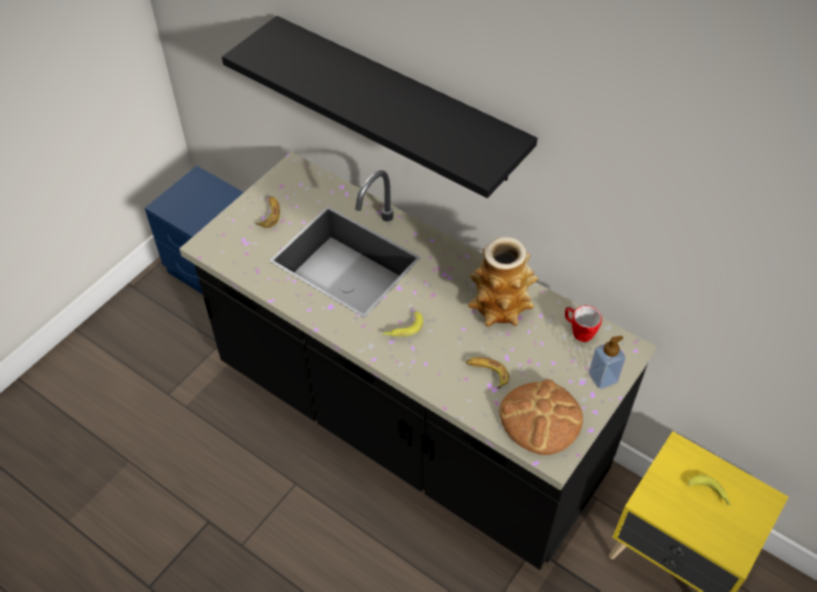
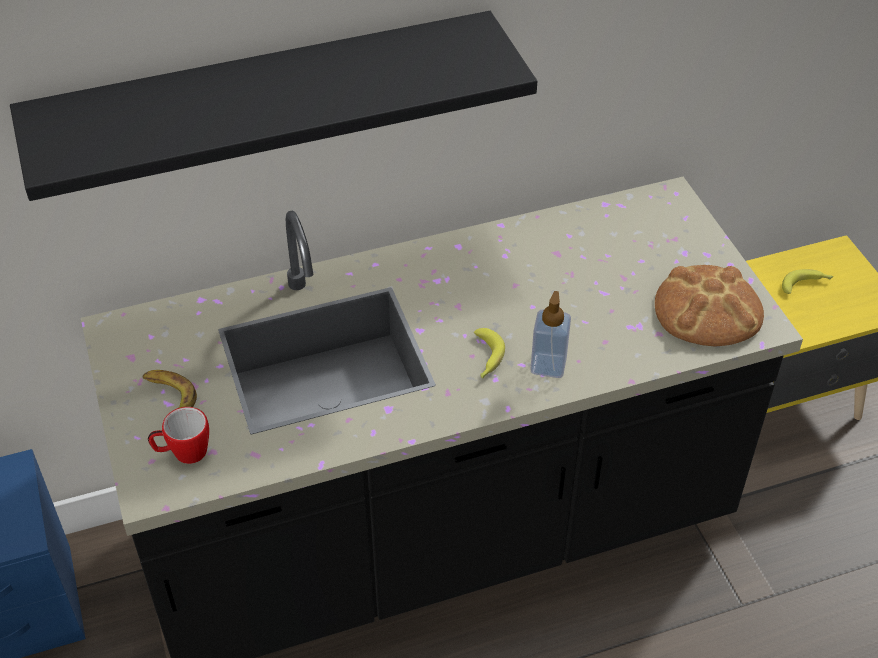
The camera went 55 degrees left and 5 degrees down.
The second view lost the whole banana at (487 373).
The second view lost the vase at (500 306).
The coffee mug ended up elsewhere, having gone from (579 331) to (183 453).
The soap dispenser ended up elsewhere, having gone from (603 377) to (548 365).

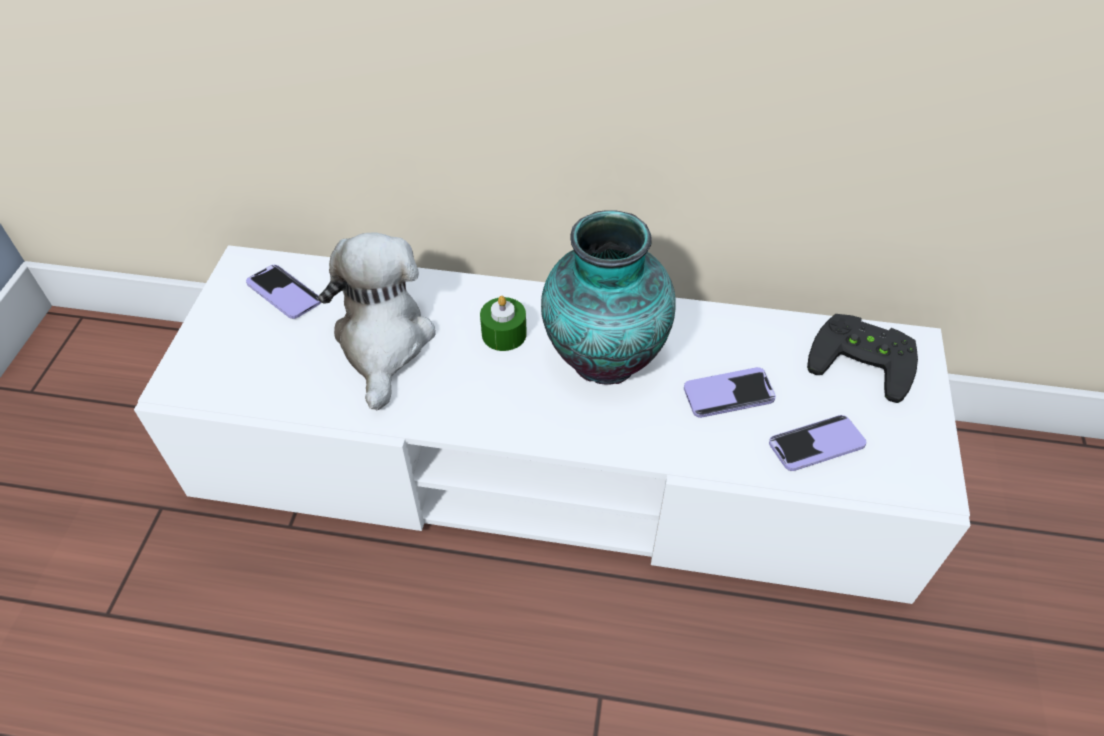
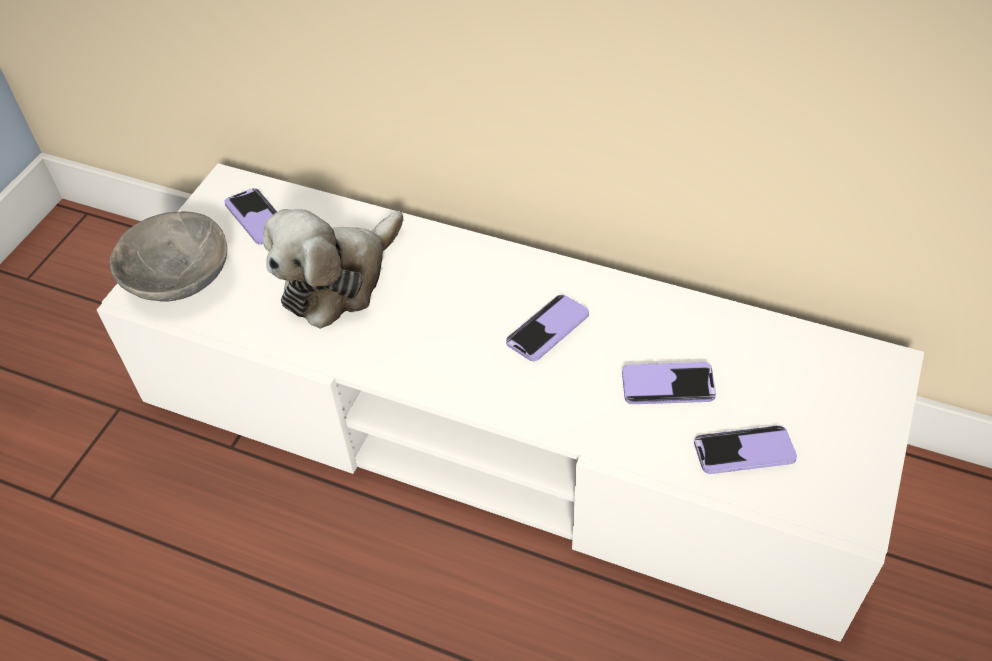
The camera went 15 degrees right and 0 degrees up.
The cuddly toy at (383 342) ended up facing another way, 150 degrees counterclockwise from before.
The second view lost the wax light (greenish) at (504 334).
Where the vase stood at (601 359), the handset came to stand at (547 329).
The second view lost the joypad (black) at (863 357).
The second view gained the bowl (grey) at (178 280).

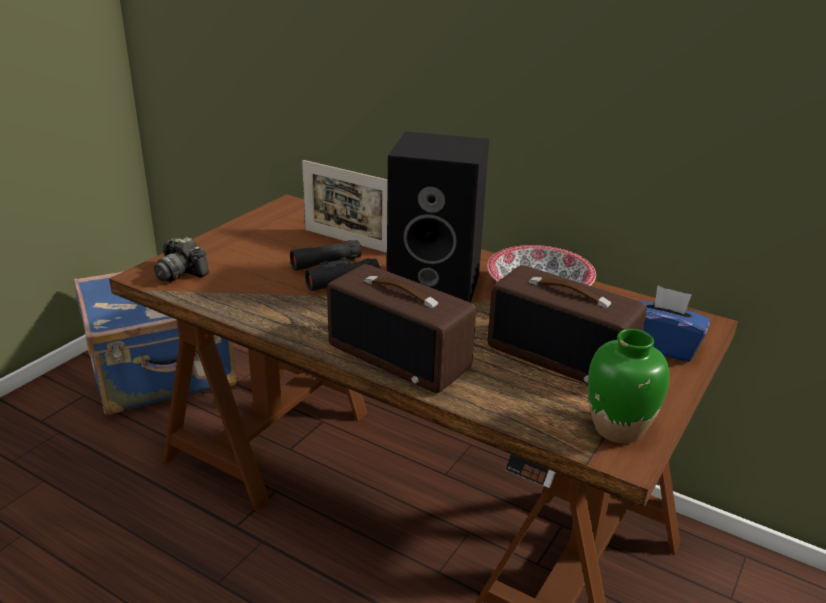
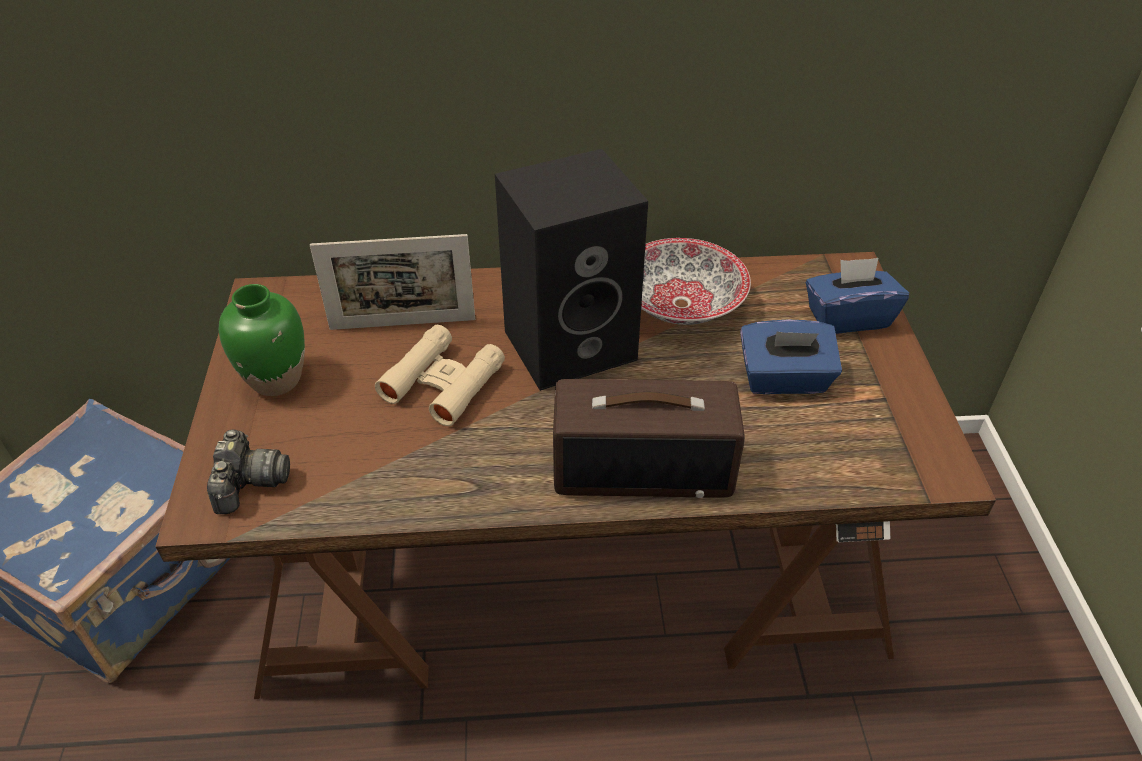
The camera went 35 degrees left and 15 degrees up.
The photo camera at (181 273) ended up facing another way, 90 degrees counterclockwise from before.
What was the pair of binoculars (black) at (334 273) turned into the pair of binoculars (beige-coloured) at (443 383).
Where the radio receiver stood at (561 356), the tissue box (blue) came to stand at (784 380).
The vase (greenish) ended up elsewhere, having gone from (618 429) to (276 379).

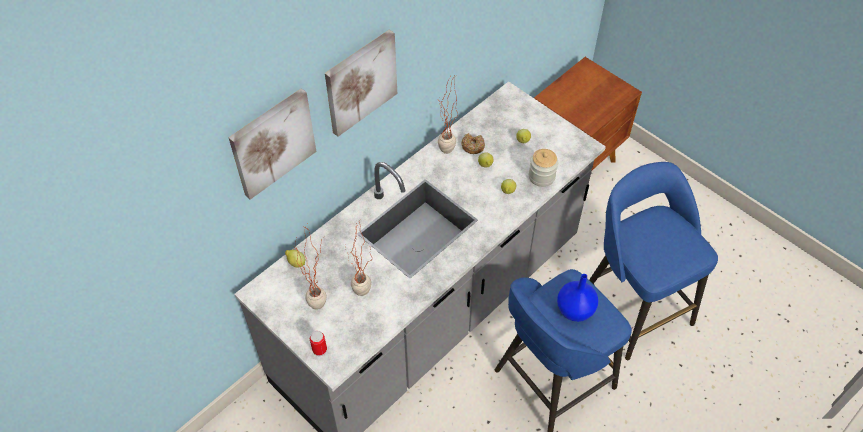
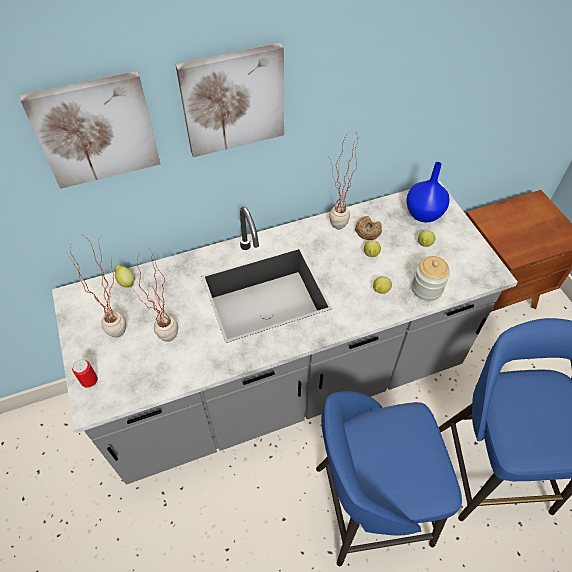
The camera went 25 degrees right and 0 degrees up.
The vase (blue) ended up elsewhere, having gone from (575 310) to (424 213).

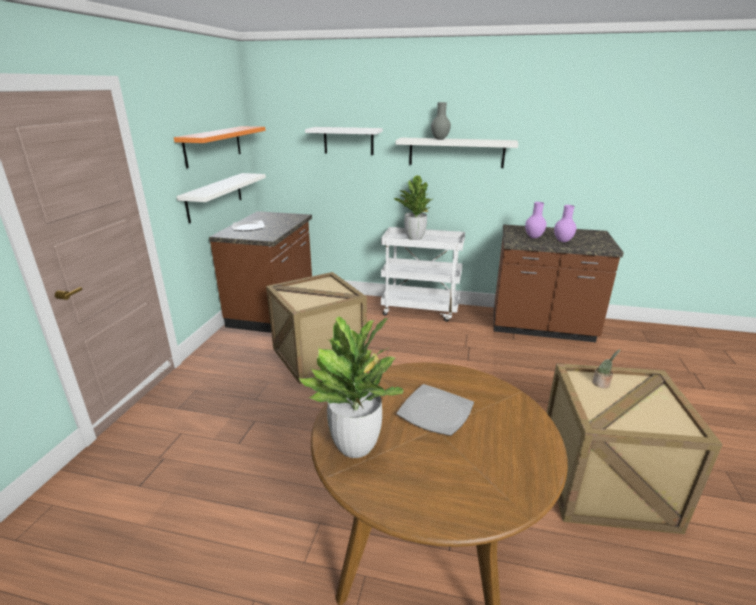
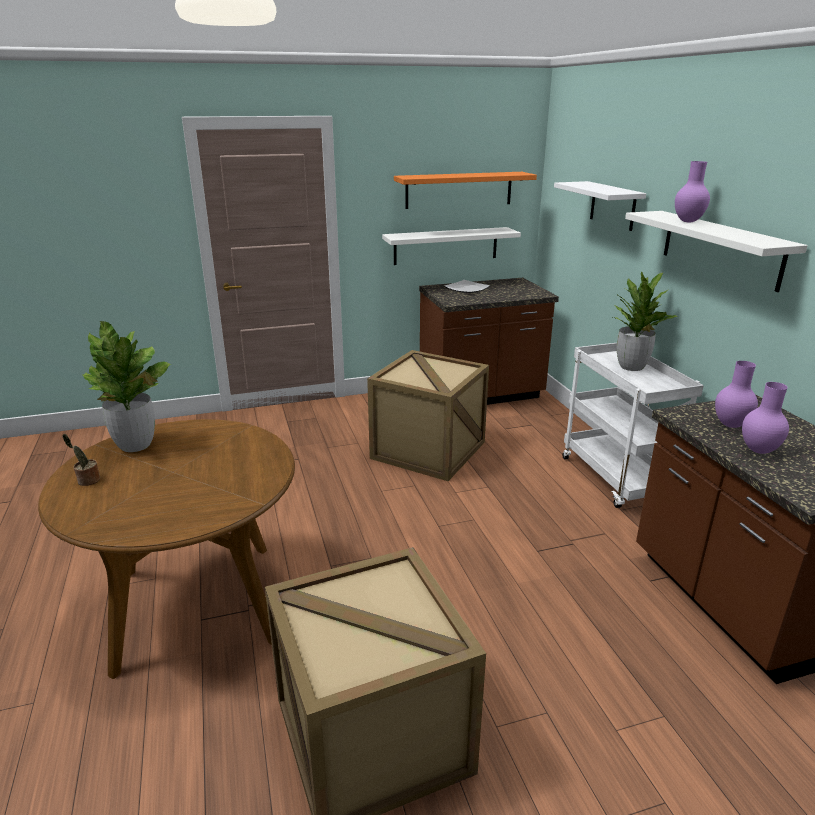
The camera went 60 degrees right and 0 degrees up.
The second view lost the flat dish at (435 411).
What was the vase (grey) at (440 139) turned into the vase (purple) at (688 221).
The houseplant ended up elsewhere, having gone from (602 384) to (87 481).

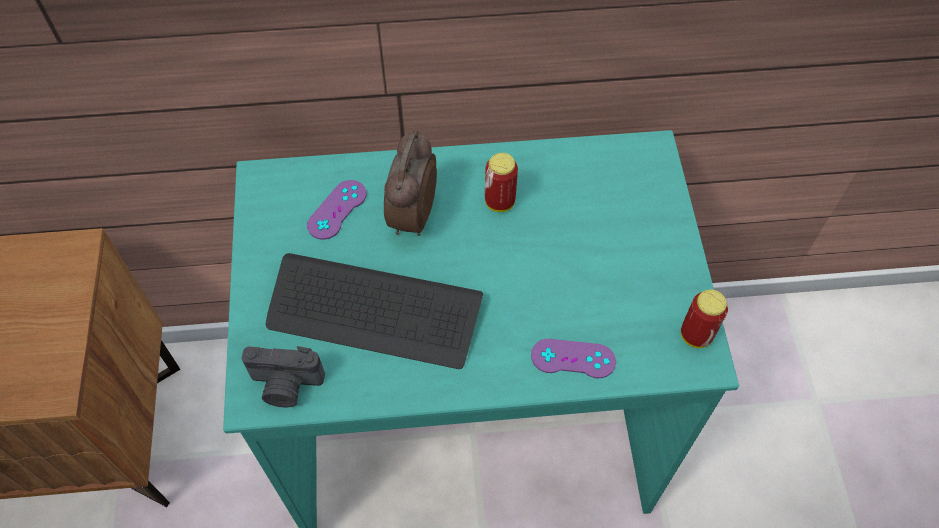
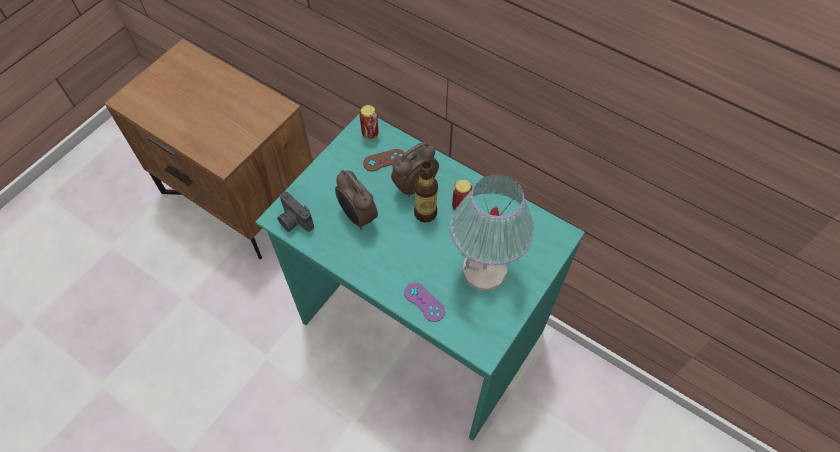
The camera went 40 degrees right and 0 degrees up.
Where the keyboard stood at (374 312), the table clock came to stand at (357 217).
What was the joypad (purple) at (337 210) turned into the joypad (brownish) at (384 160).
The sealed can ended up elsewhere, having gone from (696 335) to (370 134).
The second view gained the beverage bottle at (425 213).
The second view gained the lamp for a table at (484 271).

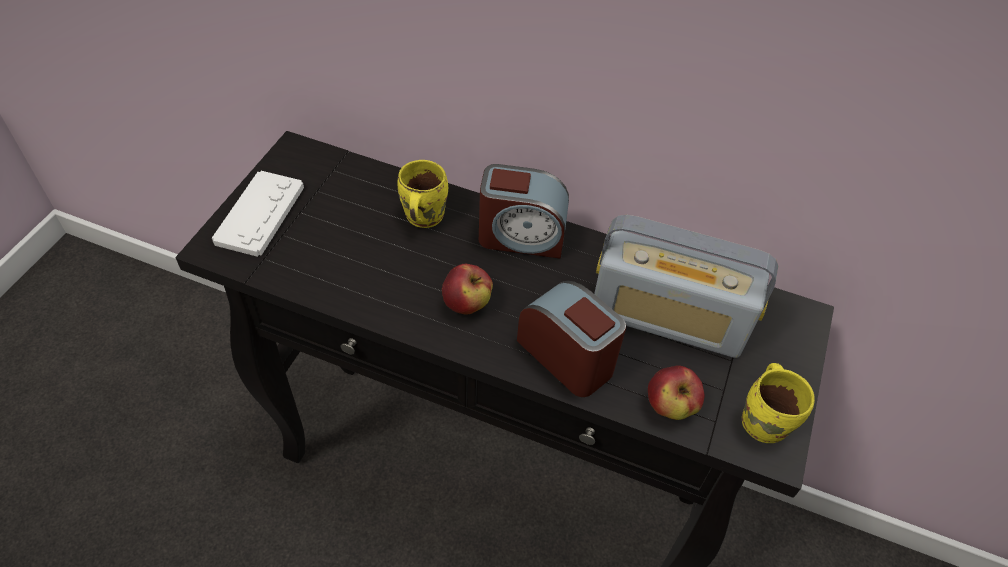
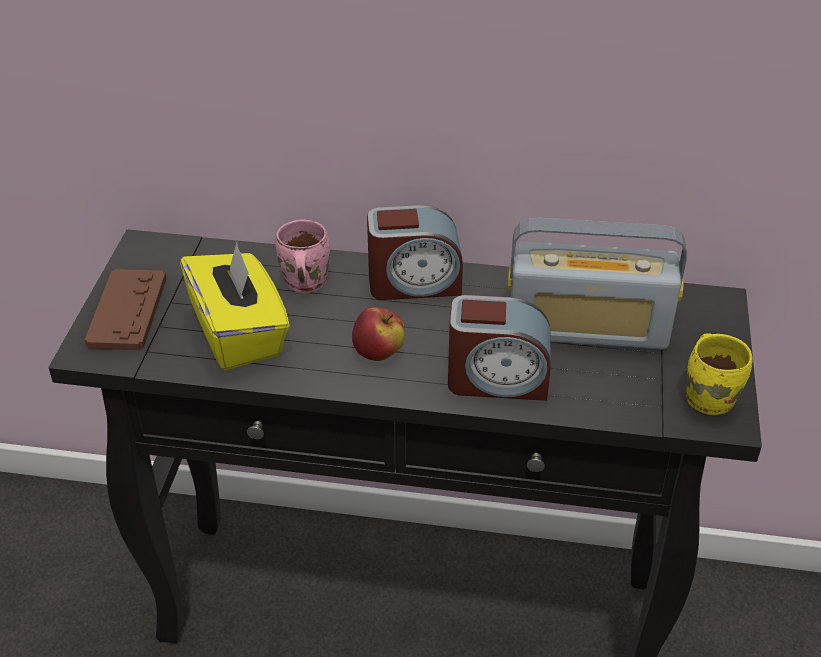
The camera went 10 degrees left and 10 degrees down.
What was the joypad (whitish) at (260 214) turned into the joypad (brownish) at (127 311).
What was the coffee mug (yellow) at (421 217) turned into the coffee mug (pink-coloured) at (303 284).
The table clock at (567 356) ended up facing another way, 150 degrees clockwise from before.
The second view lost the apple at (670 406).
The second view gained the tissue box (yellow) at (239 334).

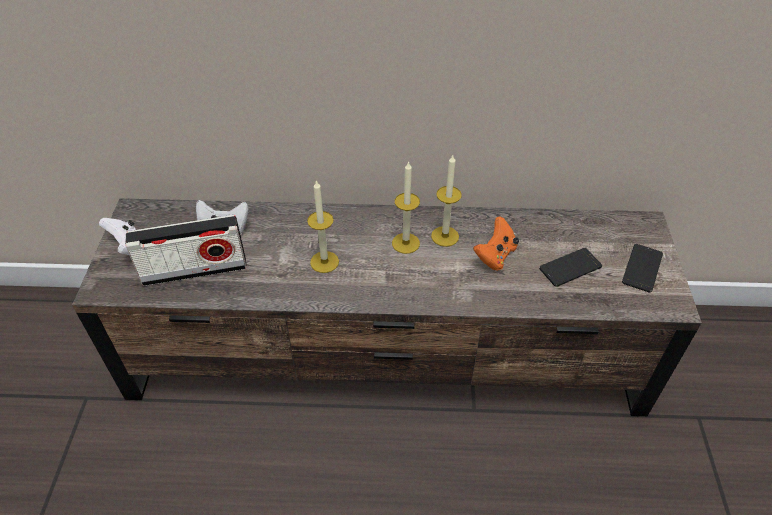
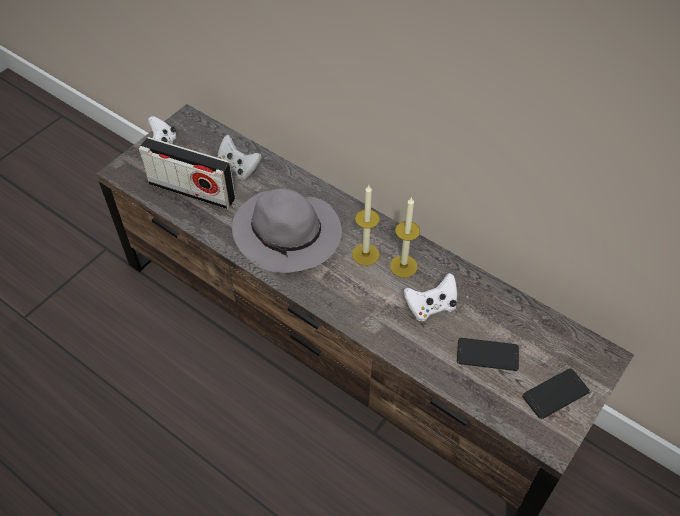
The camera went 35 degrees right and 5 degrees up.
Where the wax light stood at (324 262), the wearable hat (grey) came to stand at (288 235).
What was the joypad (orange) at (495 255) turned into the joypad (whitish) at (431 307).

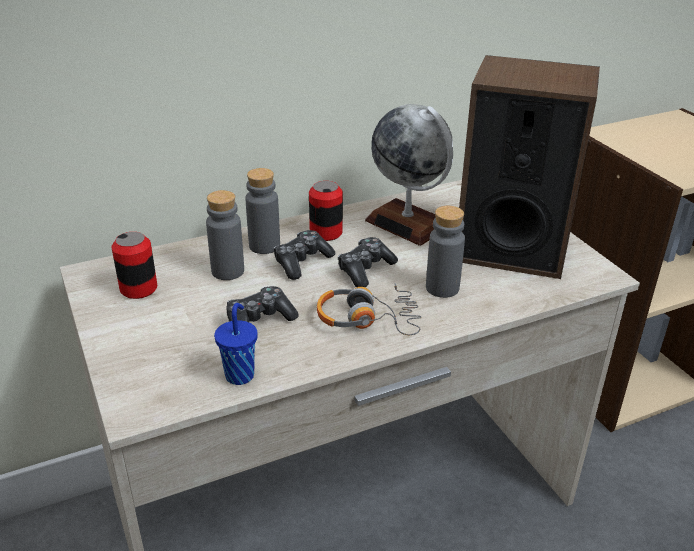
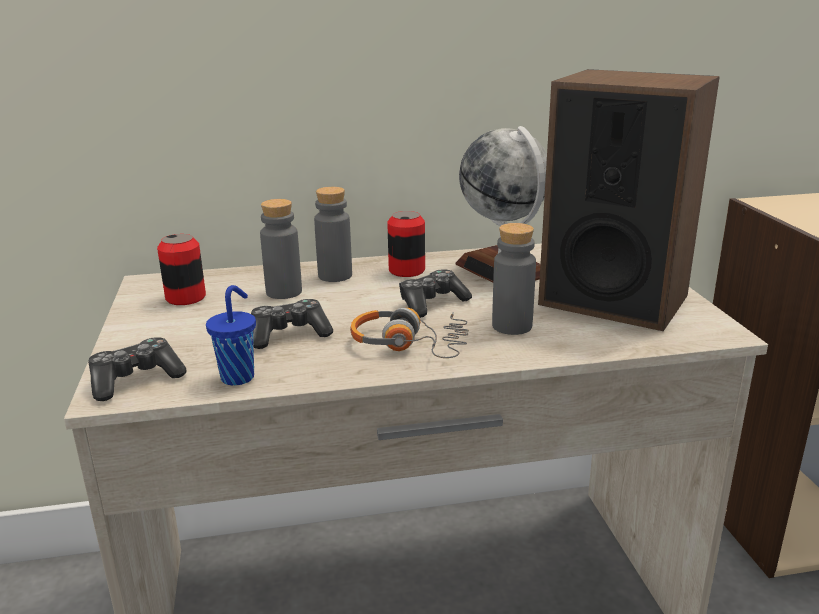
The camera went 15 degrees right and 10 degrees down.
The joypad ended up elsewhere, having gone from (302 262) to (135 380).

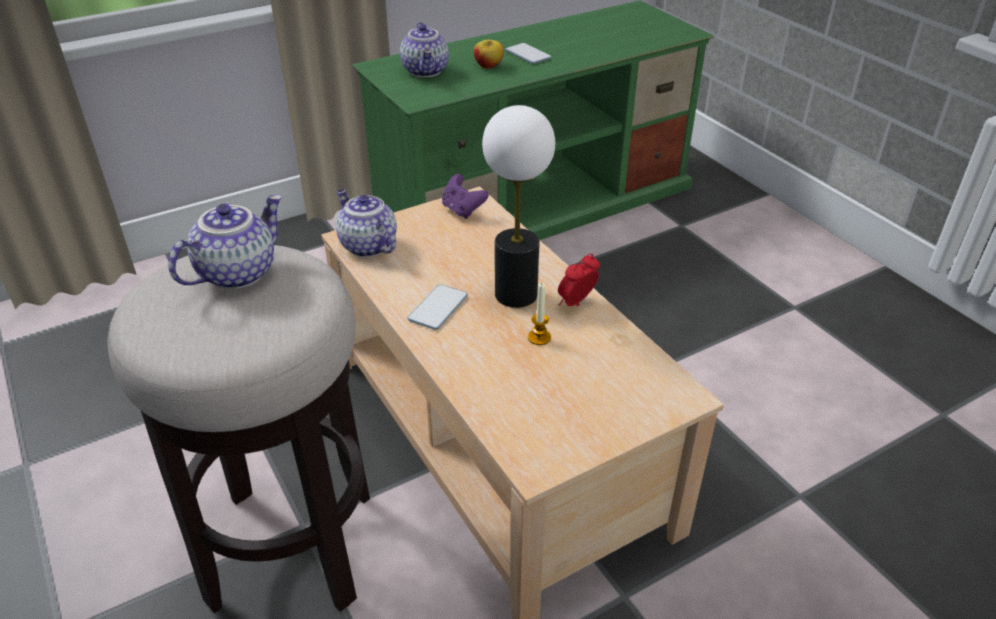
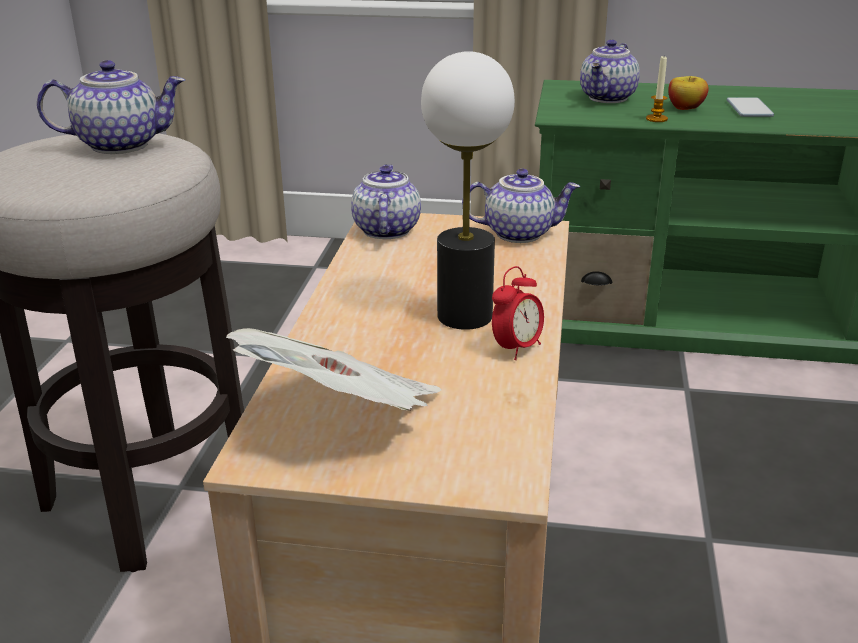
The camera went 40 degrees right and 10 degrees down.
The second view lost the handset at (438 308).
Where the joypad (purple) stood at (462 210), the tea pot came to stand at (519 233).
The wax light ended up elsewhere, having gone from (539 337) to (656 119).
The table clock at (576 304) ended up facing another way, 135 degrees clockwise from before.
The second view gained the printed paper at (344 415).

